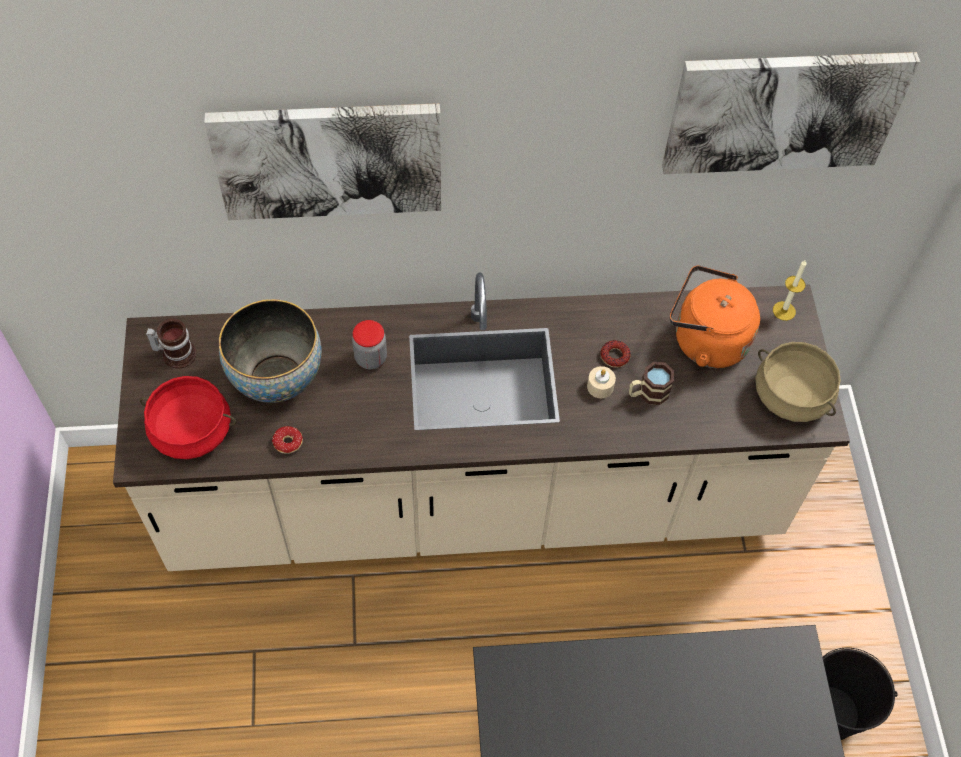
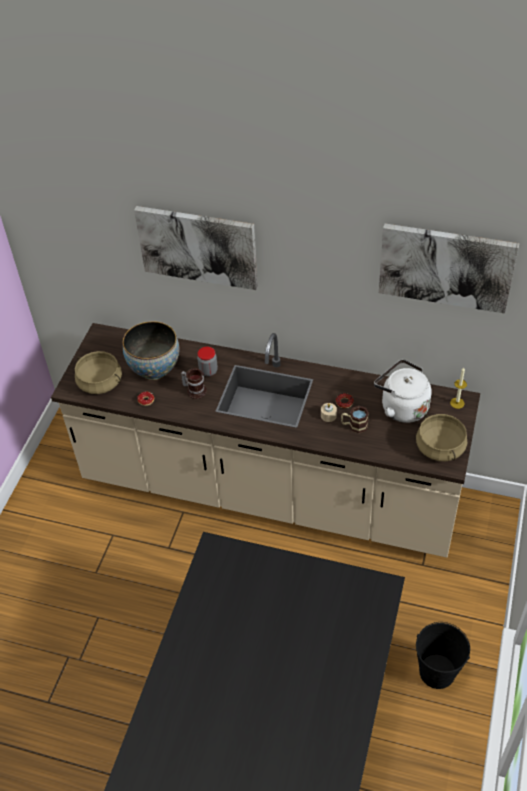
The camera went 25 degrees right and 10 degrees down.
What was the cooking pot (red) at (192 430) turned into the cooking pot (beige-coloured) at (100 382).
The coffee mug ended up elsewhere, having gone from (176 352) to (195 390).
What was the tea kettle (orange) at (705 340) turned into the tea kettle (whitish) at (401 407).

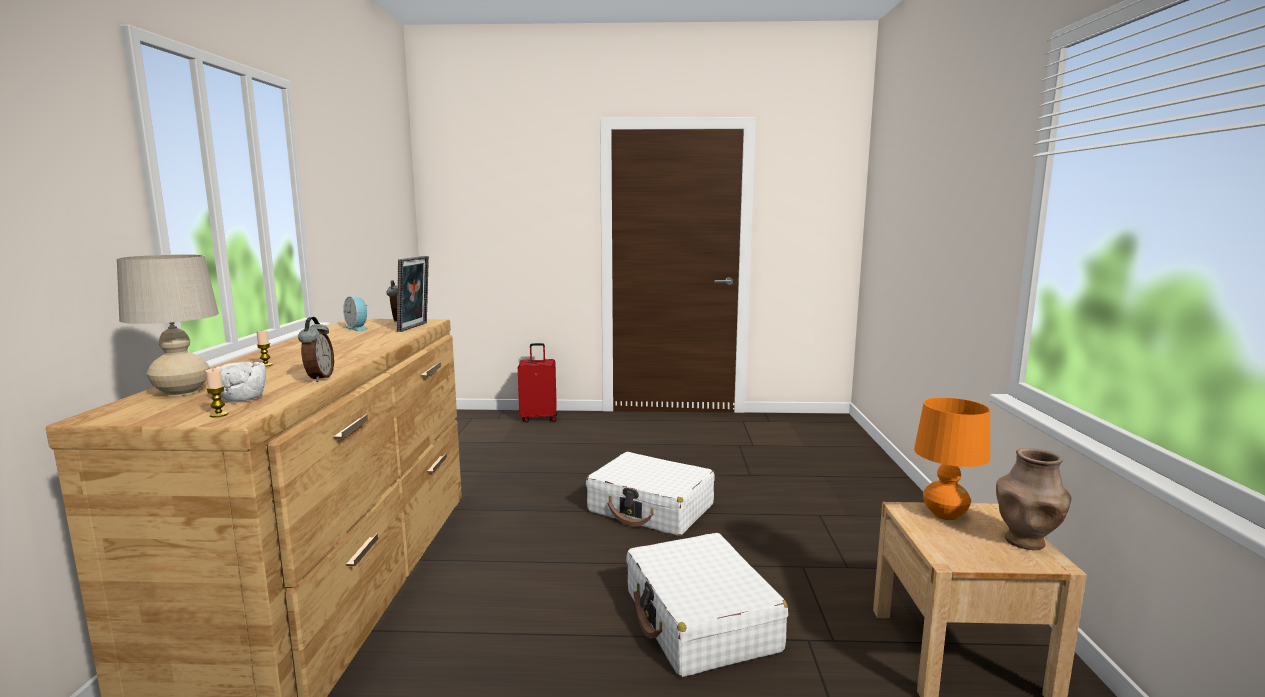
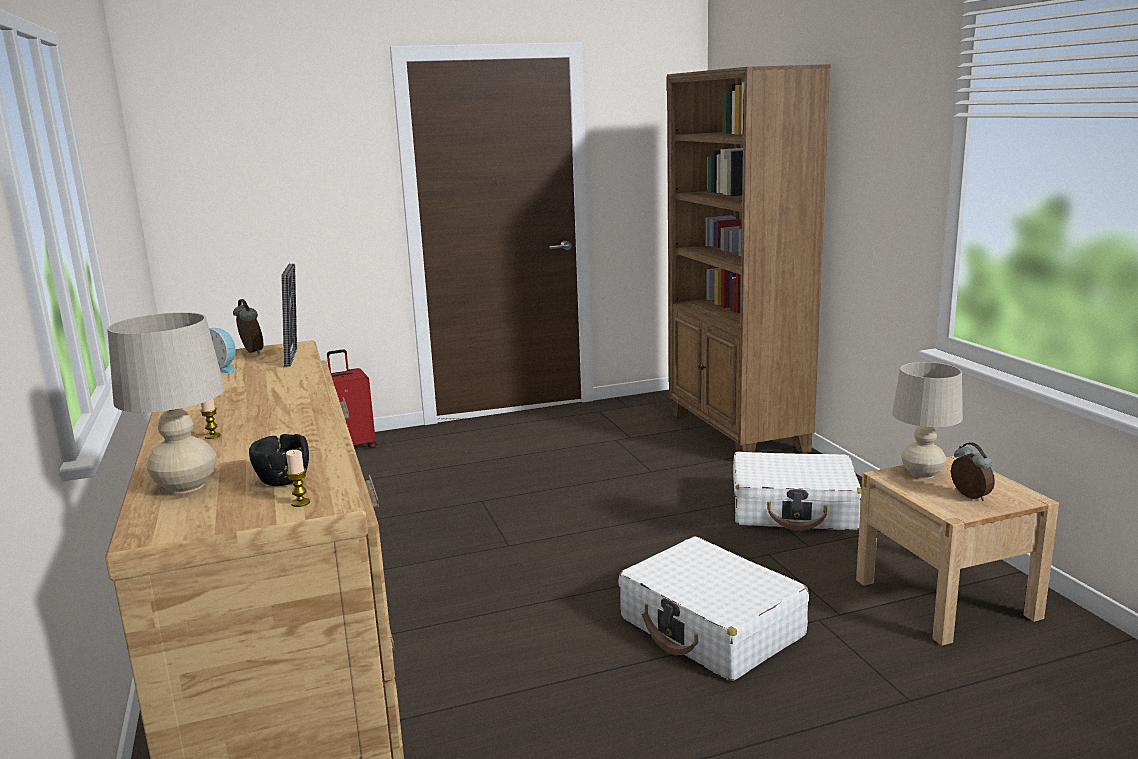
The camera went 20 degrees left and 5 degrees up.
What was the bowl (whitish) at (242 398) turned into the bowl (black) at (283 480).
The table clock ended up elsewhere, having gone from (318 378) to (969 497).
The suitcase (whitish) ended up elsewhere, having gone from (651 509) to (794 509).
What was the lamp for a table (orange) at (944 514) turned into the lamp for a table (beige-coloured) at (922 474).
The second view lost the vase (brownish) at (1026 541).
The second view gained the shelving unit (brownish) at (737 433).

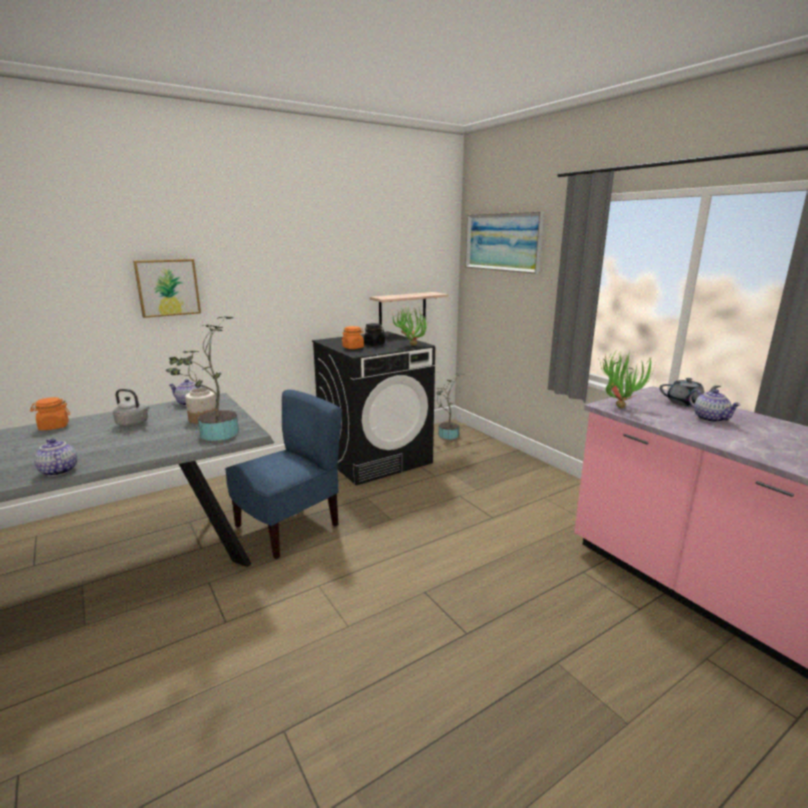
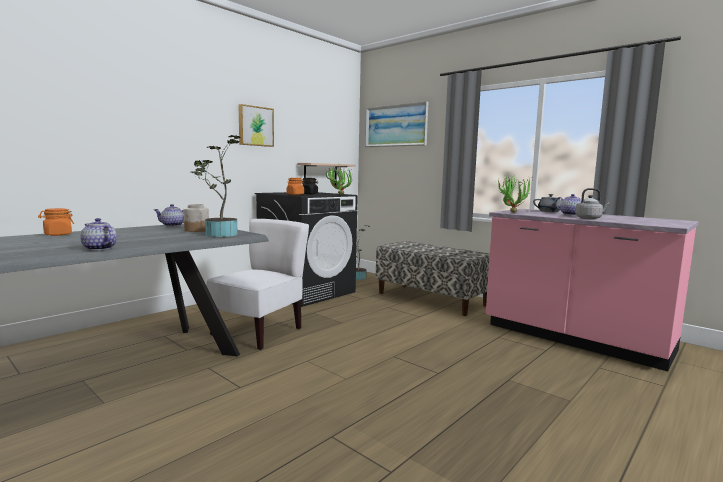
The camera went 15 degrees left and 10 degrees down.
The tea kettle (grey) ended up elsewhere, having gone from (134 424) to (589 218).
The picture ended up elsewhere, having gone from (167 287) to (255 126).
What was the upright chair (blue) at (288 527) turned into the upright chair (whitish) at (258 332).
The second view gained the long seat at (431 299).

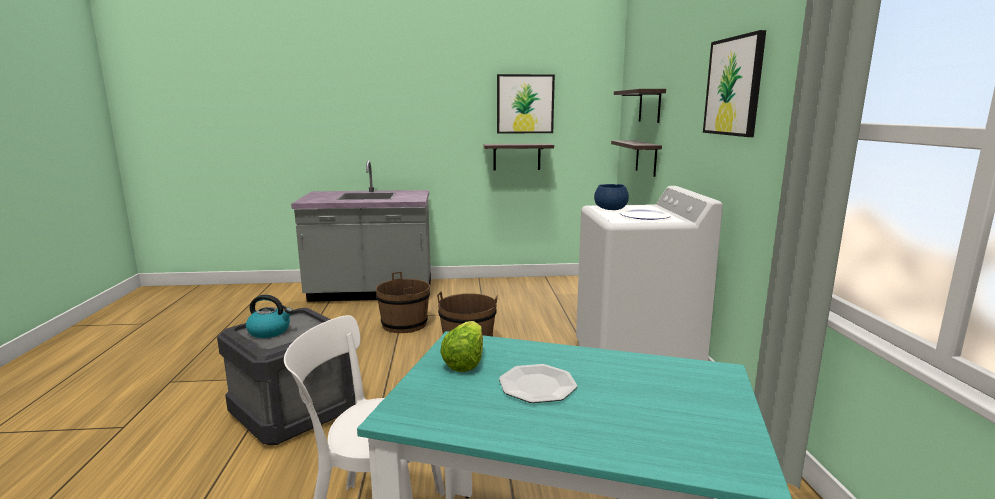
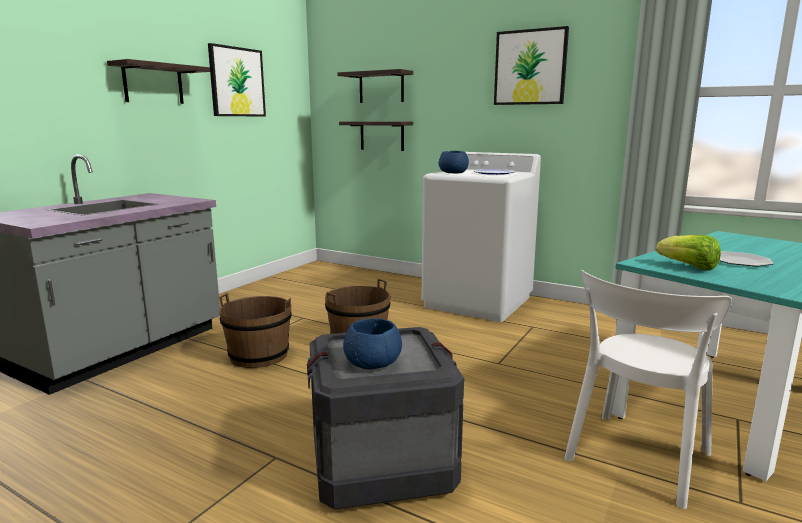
The camera went 55 degrees left and 0 degrees up.
Where the tea kettle stood at (270 331), the bowl (blue) came to stand at (372 363).
The wall shelf ended up elsewhere, having gone from (516 157) to (153 84).

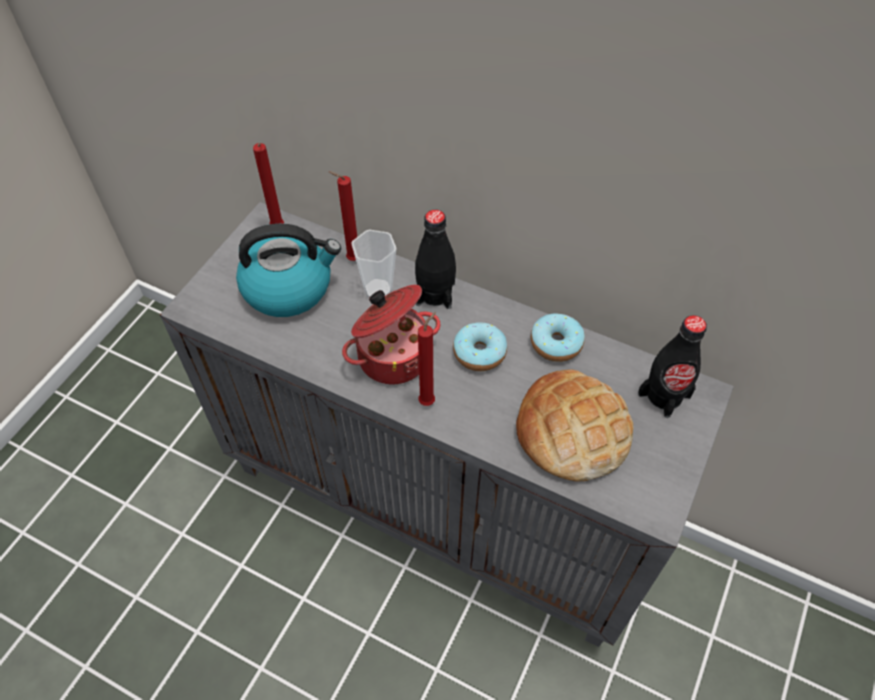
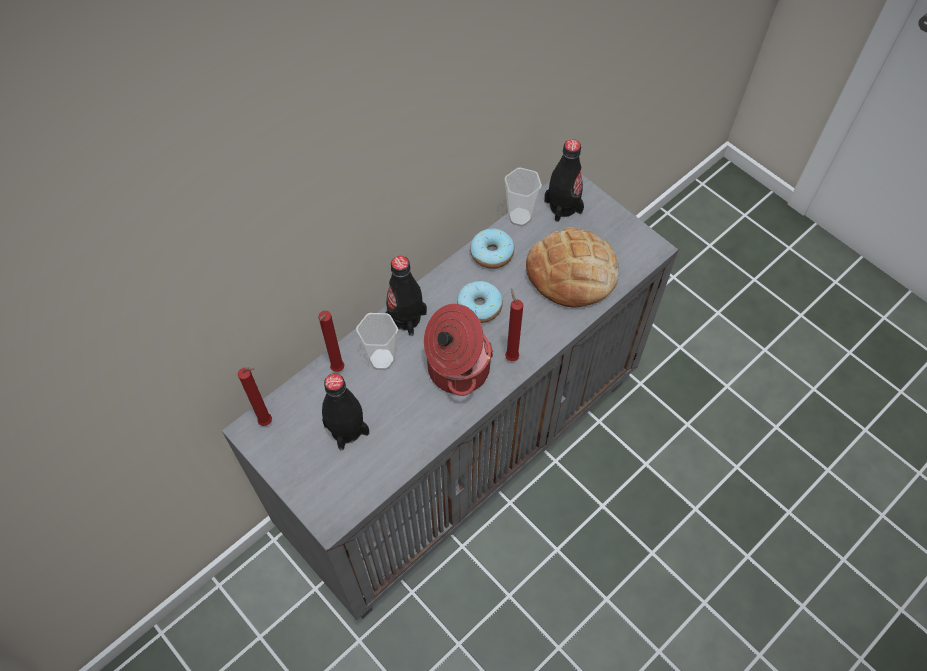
The camera went 70 degrees left and 5 degrees up.
Where the tea kettle stood at (289 287), the beverage bottle (black) came to stand at (346 429).
The second view gained the cup at (520 217).

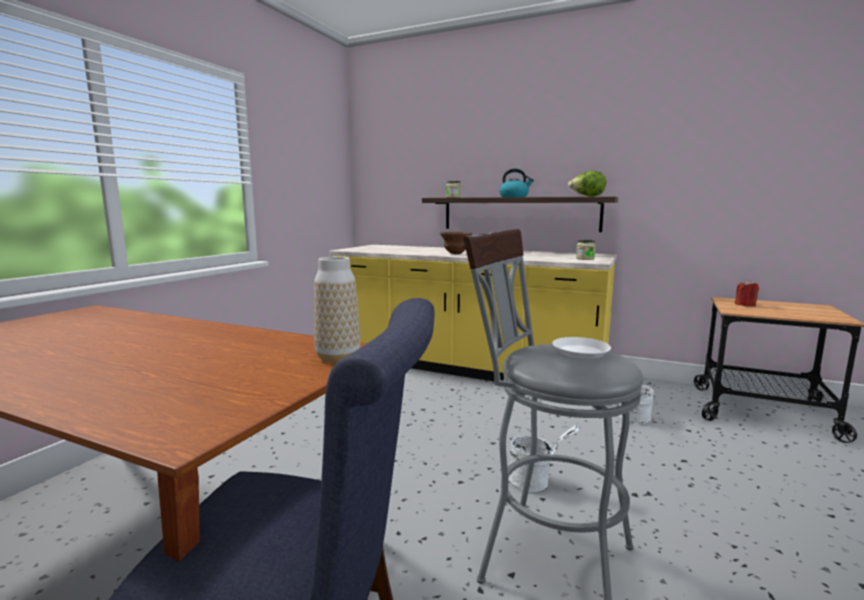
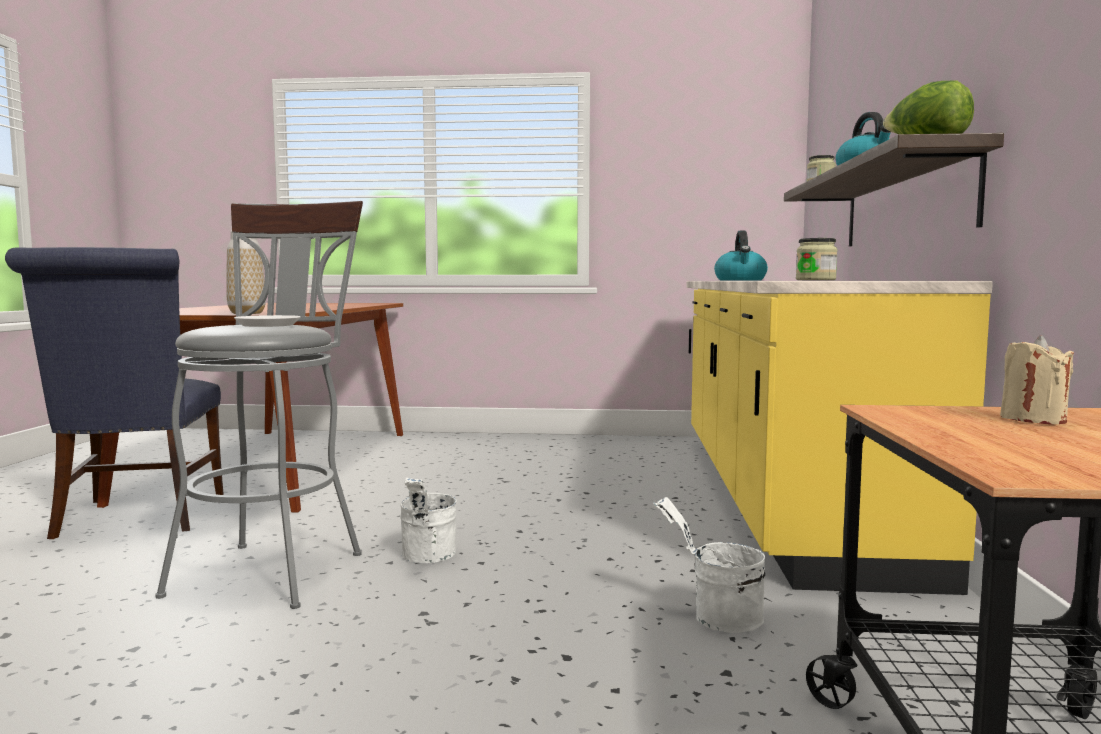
The camera went 70 degrees right and 5 degrees down.
Where the bowl (brownish) stood at (455 254), the tea kettle came to stand at (740 280).
What was the wax light (red) at (745 305) turned into the wax light (beige-coloured) at (1033 419).

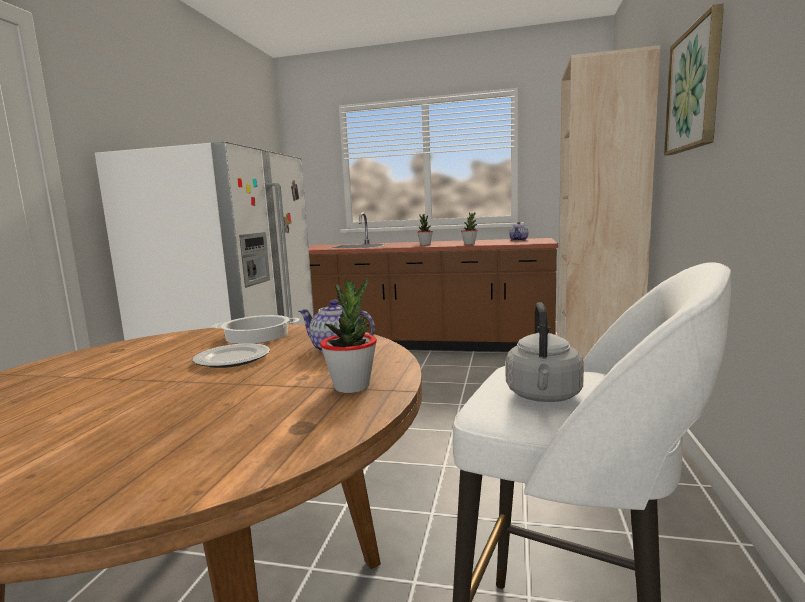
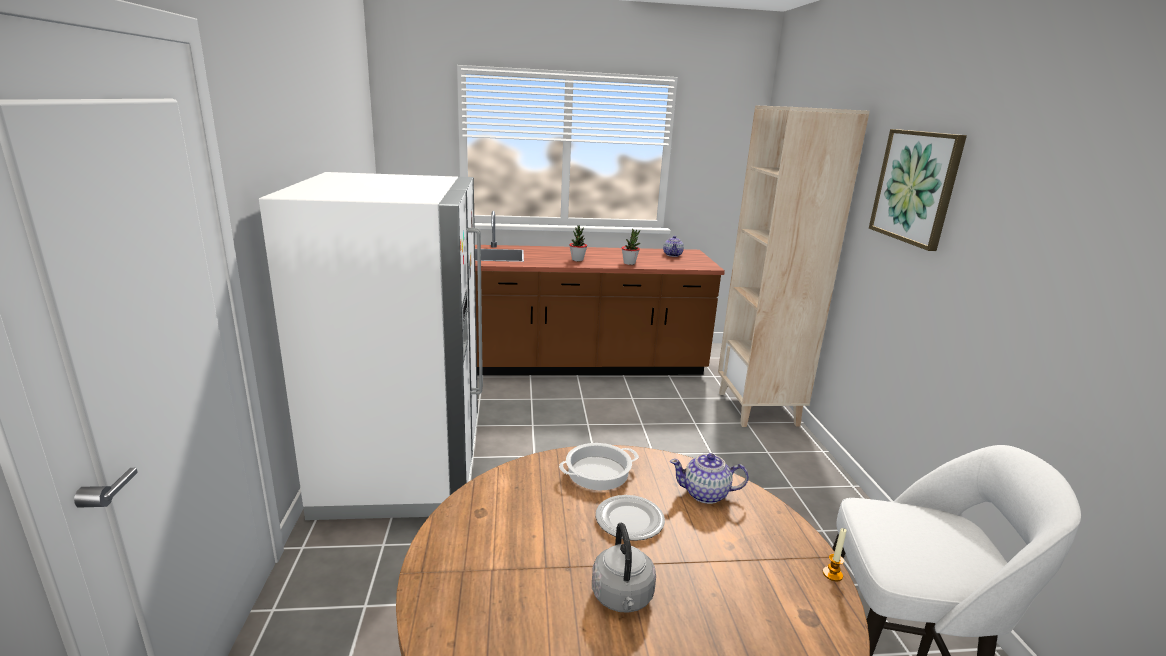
The camera went 20 degrees left and 10 degrees up.
The second view lost the houseplant at (352 386).
The tea kettle (grey) ended up elsewhere, having gone from (543 396) to (622 598).
The second view gained the wax light at (832 574).

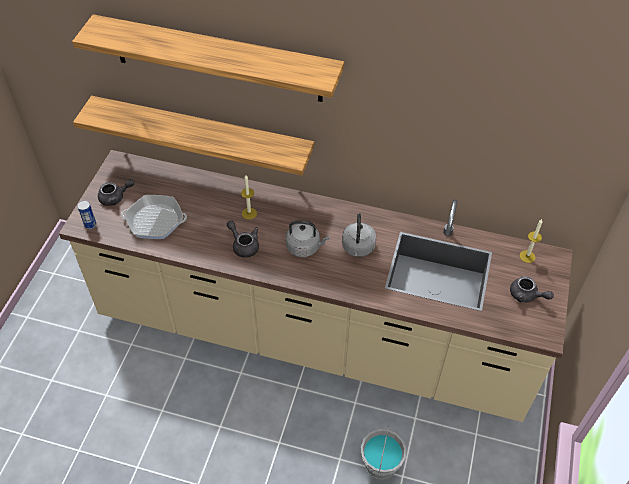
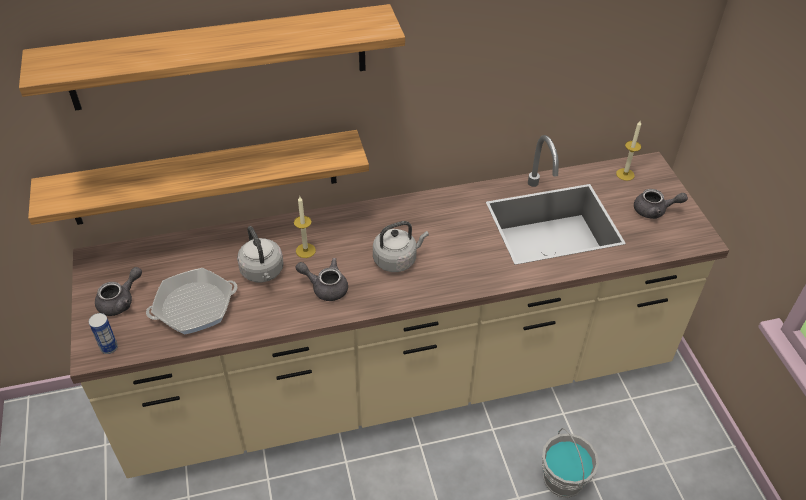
The camera went 30 degrees left and 5 degrees down.
The tea kettle (grey) ended up elsewhere, having gone from (358 248) to (263 272).

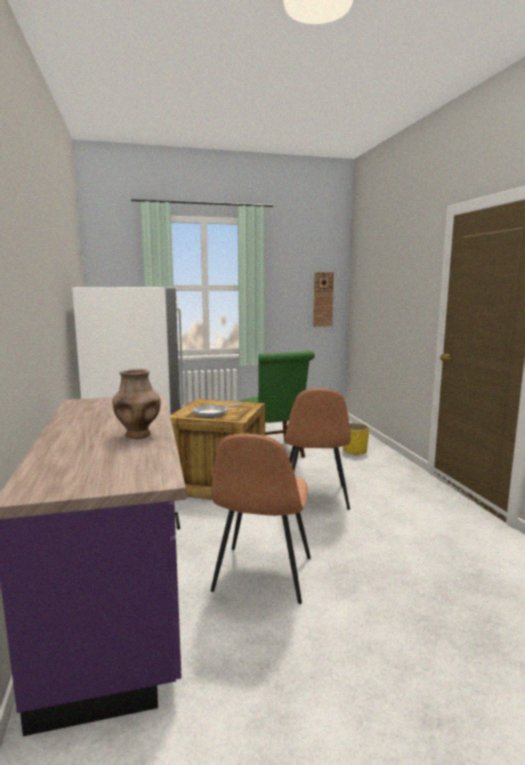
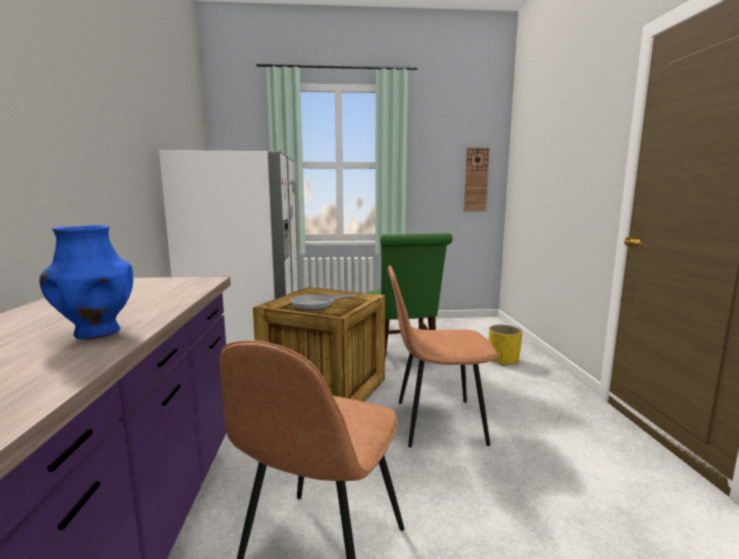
The camera went 10 degrees right and 0 degrees up.
What was the vase (brownish) at (138 435) turned into the vase (blue) at (96 333).
The upright chair (brownish) at (314 497) ended up facing another way, 75 degrees clockwise from before.

